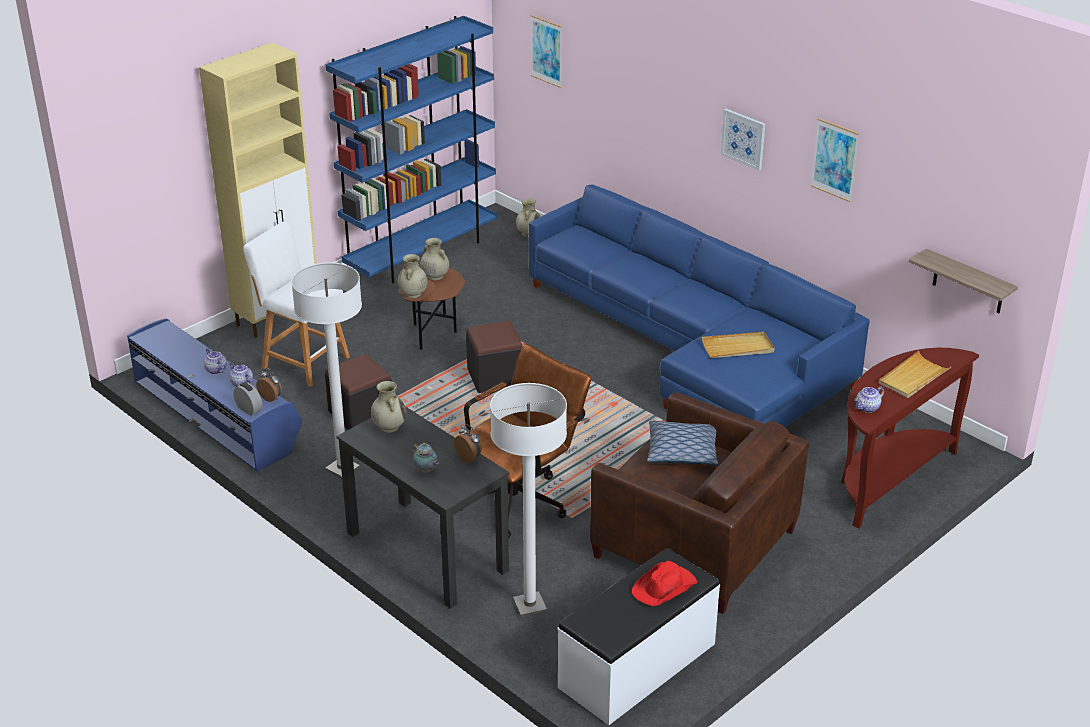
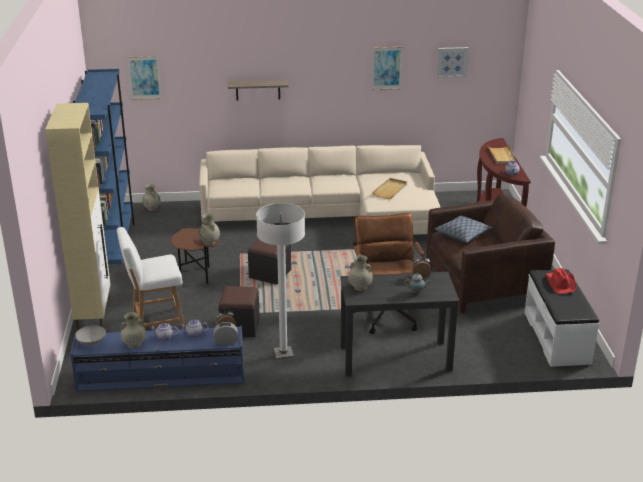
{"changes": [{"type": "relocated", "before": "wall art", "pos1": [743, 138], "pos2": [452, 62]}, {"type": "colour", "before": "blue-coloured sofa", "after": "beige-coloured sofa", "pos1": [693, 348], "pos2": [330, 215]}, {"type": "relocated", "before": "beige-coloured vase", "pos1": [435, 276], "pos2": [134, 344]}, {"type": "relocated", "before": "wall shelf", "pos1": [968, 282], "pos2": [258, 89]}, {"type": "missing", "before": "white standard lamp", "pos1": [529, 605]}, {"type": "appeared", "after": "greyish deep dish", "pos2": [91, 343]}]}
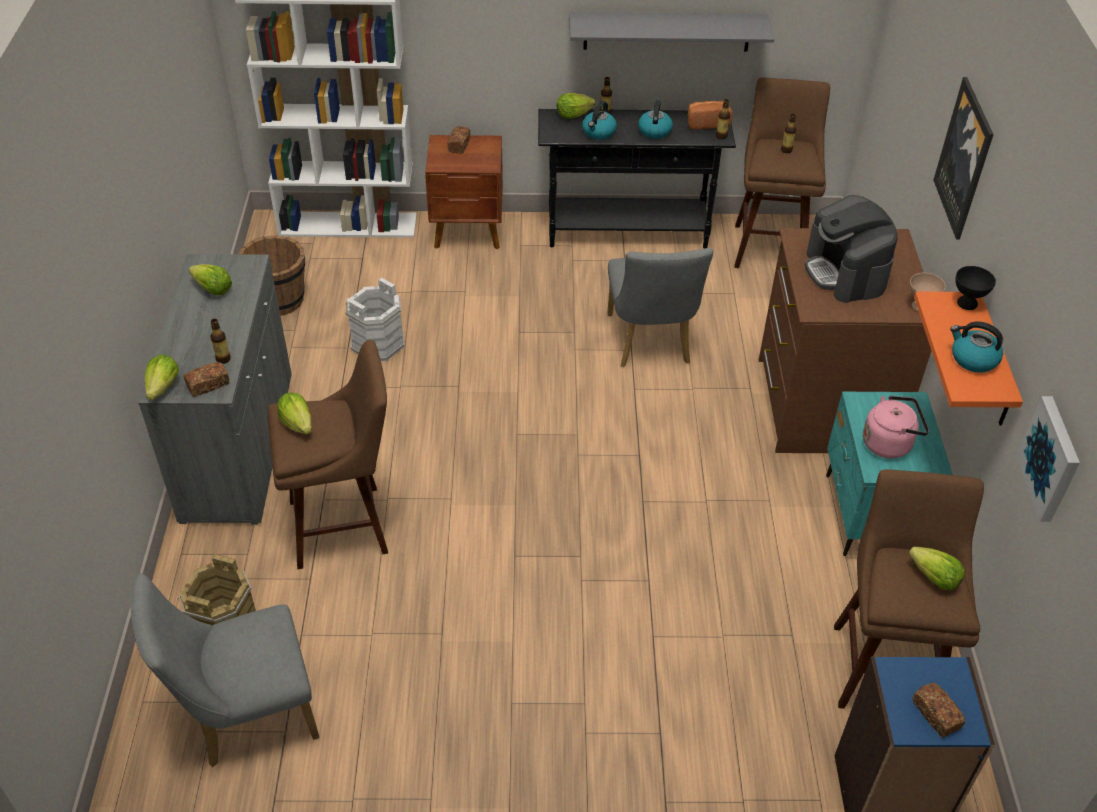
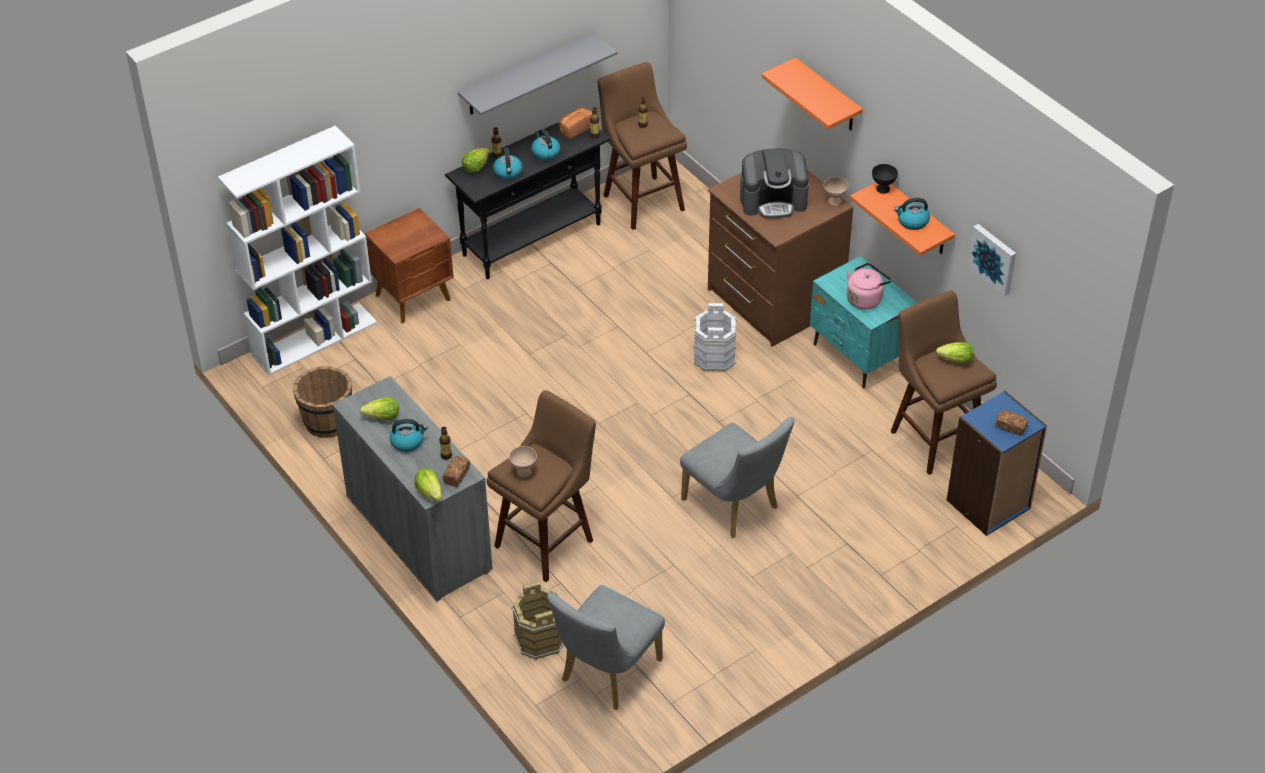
{"changes": [{"type": "exchanged", "before": "wall art", "after": "orangey wall shelf", "pos1": [965, 158], "pos2": [827, 96]}, {"type": "missing", "before": "bakery bread", "pos1": [459, 145]}, {"type": "spun", "before": "coffee brewer", "pos1": [845, 272], "pos2": [773, 200], "turn": -45}, {"type": "relocated", "before": "greyish plain chair", "pos1": [650, 344], "pos2": [735, 507]}, {"type": "relocated", "before": "white pail", "pos1": [377, 344], "pos2": [714, 357]}, {"type": "exchanged", "before": "lettuce", "after": "beige-coloured deep dish", "pos1": [297, 423], "pos2": [523, 472]}, {"type": "appeared", "after": "kettle", "pos2": [408, 442]}]}
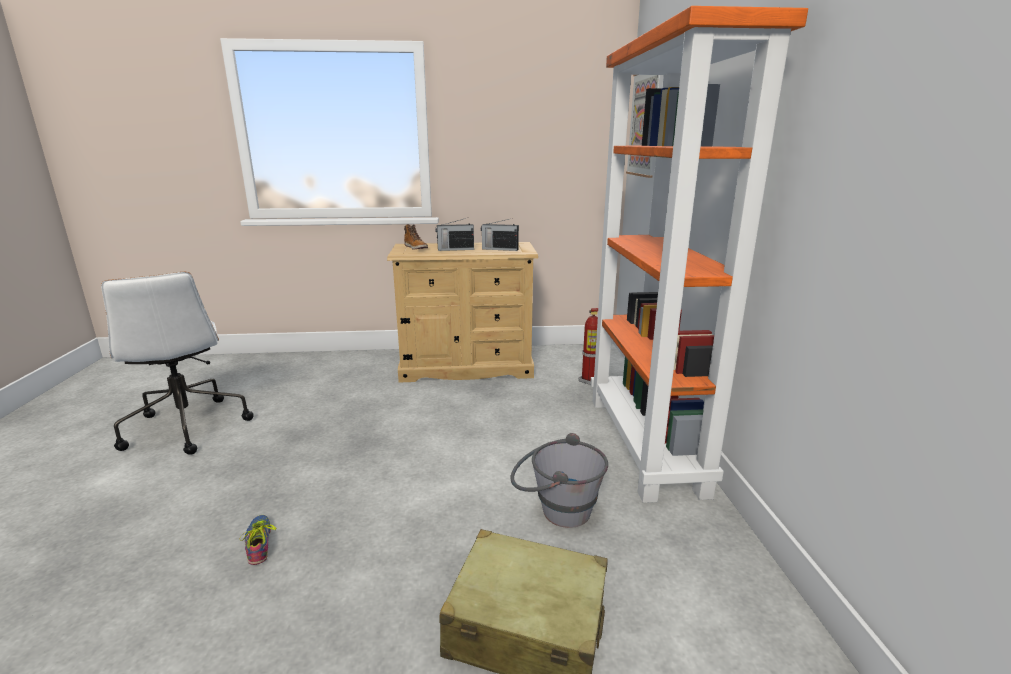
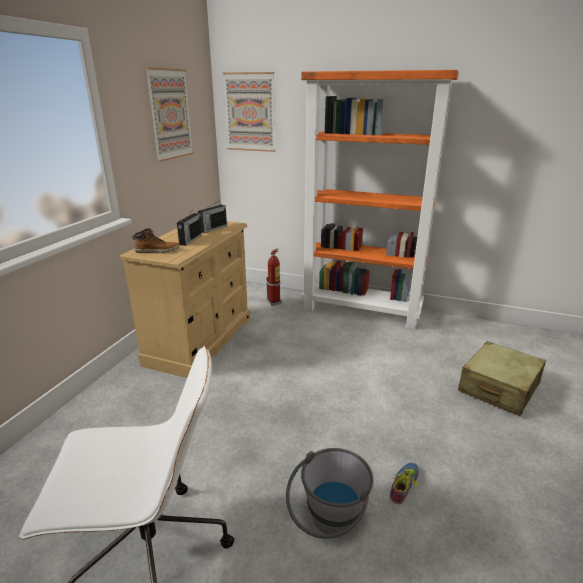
{"changes": [{"type": "relocated", "before": "greyish pail", "pos1": [555, 510], "pos2": [328, 523]}, {"type": "spun", "before": "low shoe", "pos1": [261, 542], "pos2": [405, 486], "turn": 120}, {"type": "appeared", "after": "wall art", "pos2": [170, 114]}]}
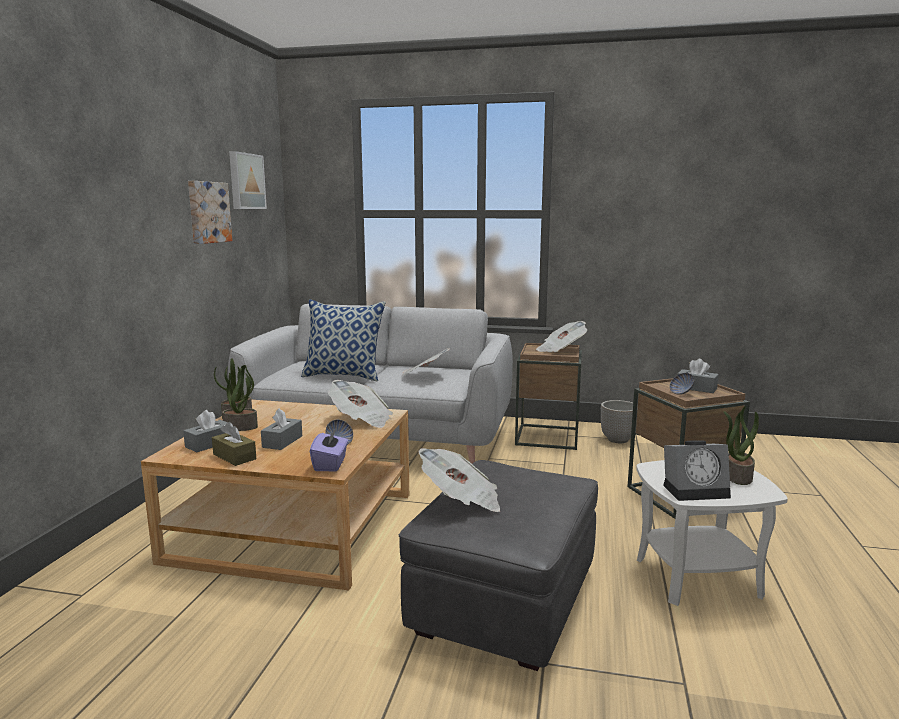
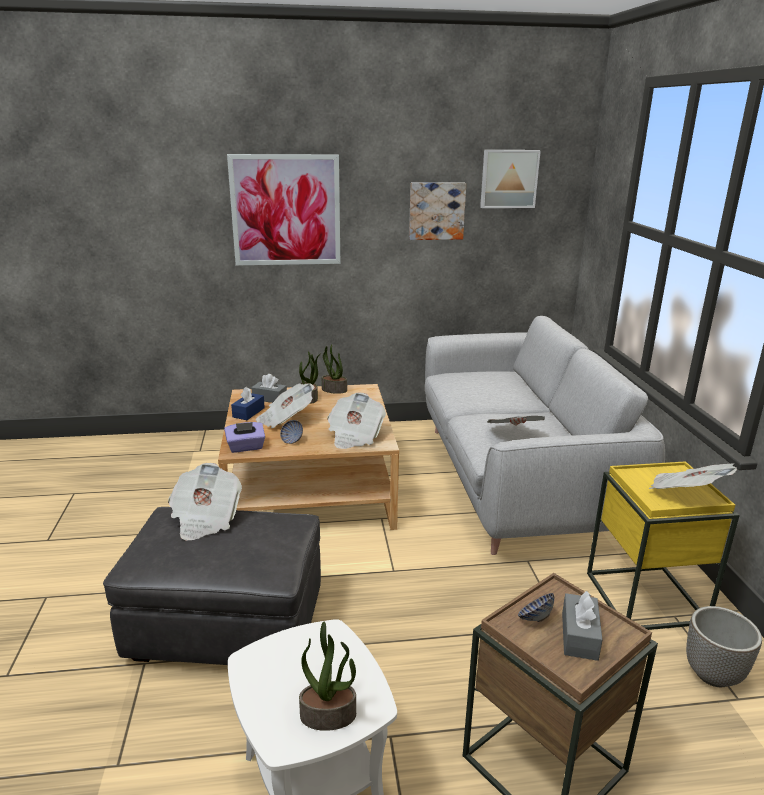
{"changes": [{"type": "missing", "before": "cushion", "pos1": [344, 376]}, {"type": "colour", "before": "brown accent table", "after": "yellowish accent table", "pos1": [547, 437], "pos2": [646, 597]}, {"type": "exchanged", "before": "greyish tissue holder", "after": "printed paper", "pos1": [282, 441], "pos2": [285, 419]}, {"type": "colour", "before": "brown tissue holder", "after": "blue-coloured tissue holder", "pos1": [234, 457], "pos2": [248, 412]}, {"type": "missing", "before": "alarm clock", "pos1": [696, 490]}, {"type": "appeared", "after": "wall art", "pos2": [286, 210]}]}
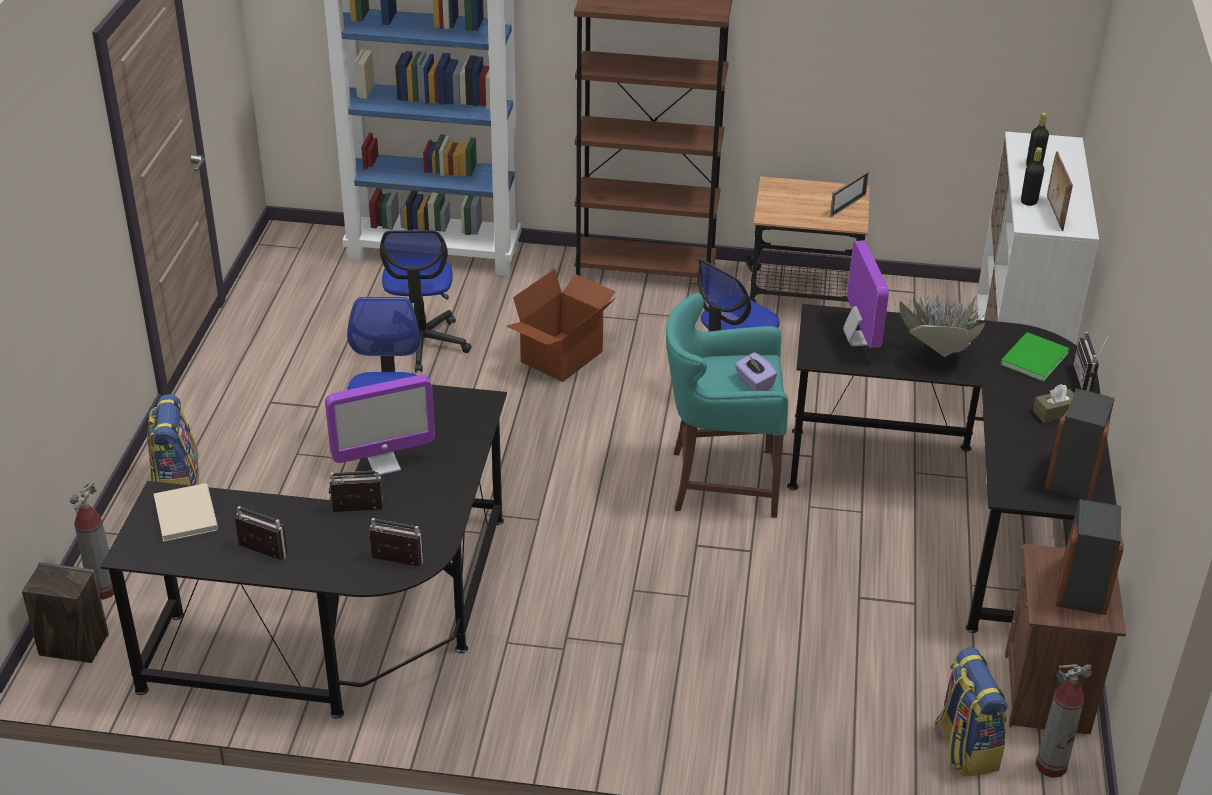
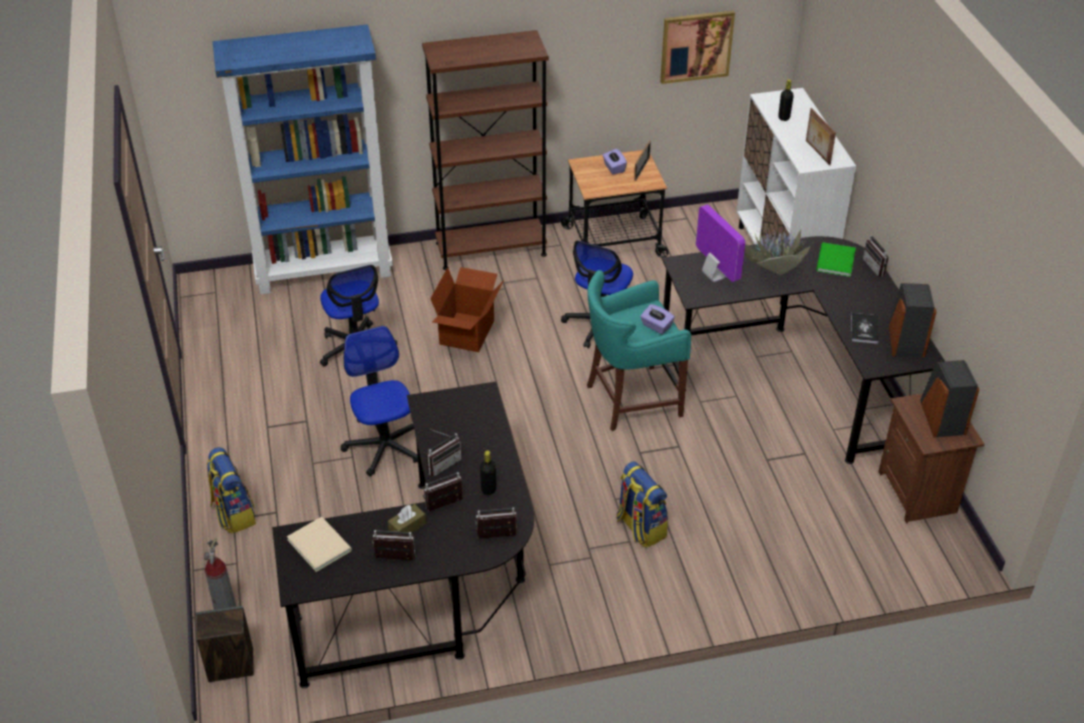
{"changes": [{"type": "relocated", "before": "black-coloured beverage bottle", "pos1": [1029, 201], "pos2": [488, 489]}, {"type": "exchanged", "before": "computer screen", "after": "radio", "pos1": [384, 464], "pos2": [442, 463]}, {"type": "relocated", "before": "brown tissue holder", "pos1": [1055, 412], "pos2": [407, 527]}, {"type": "relocated", "before": "backpack", "pos1": [965, 747], "pos2": [640, 527]}, {"type": "missing", "before": "extinguisher", "pos1": [1051, 765]}, {"type": "appeared", "after": "wall art", "pos2": [696, 46]}, {"type": "appeared", "after": "purple-coloured tissue holder", "pos2": [614, 168]}, {"type": "appeared", "after": "volume", "pos2": [864, 329]}]}
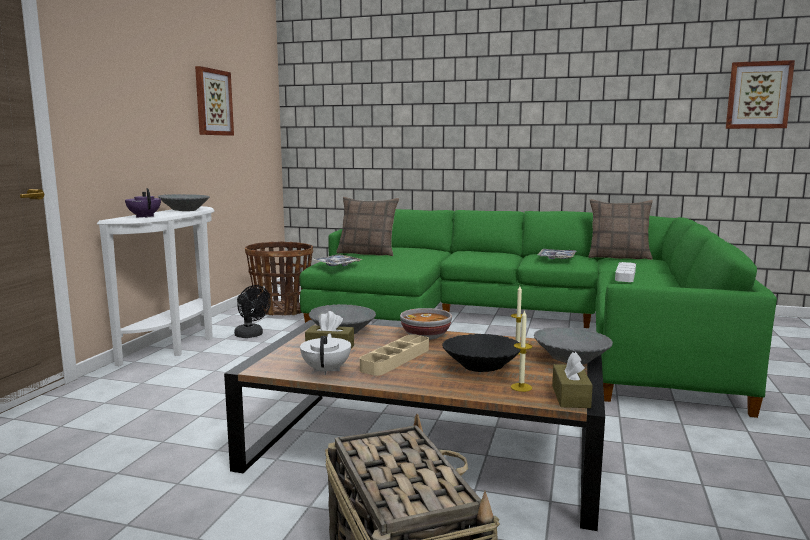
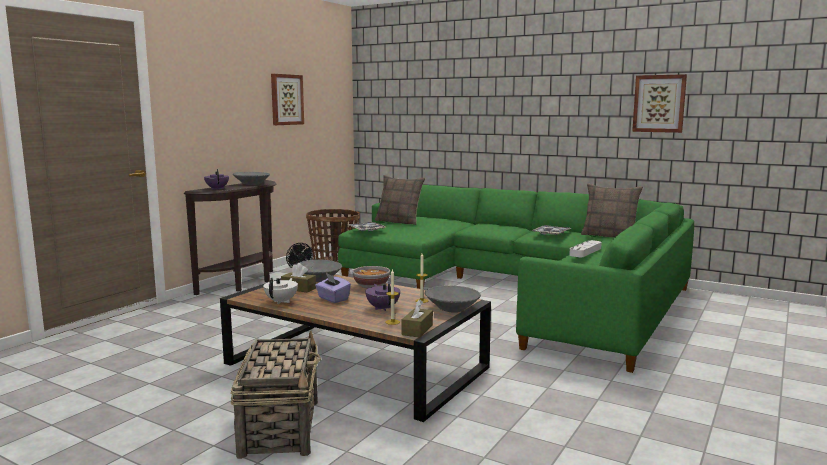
{"changes": [{"type": "relocated", "before": "wall art", "pos1": [758, 95], "pos2": [659, 103]}, {"type": "colour", "before": "white console table", "after": "brown console table", "pos1": [179, 344], "pos2": [244, 283]}, {"type": "exchanged", "before": "beige-coloured serving tray", "after": "purple-coloured tissue holder", "pos1": [395, 359], "pos2": [332, 299]}, {"type": "exchanged", "before": "black-coloured deep dish", "after": "purple-coloured pot for tea", "pos1": [481, 367], "pos2": [383, 308]}]}
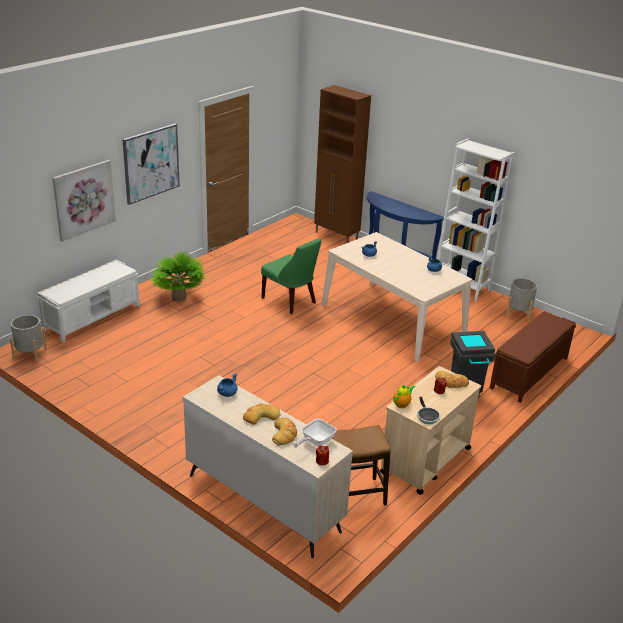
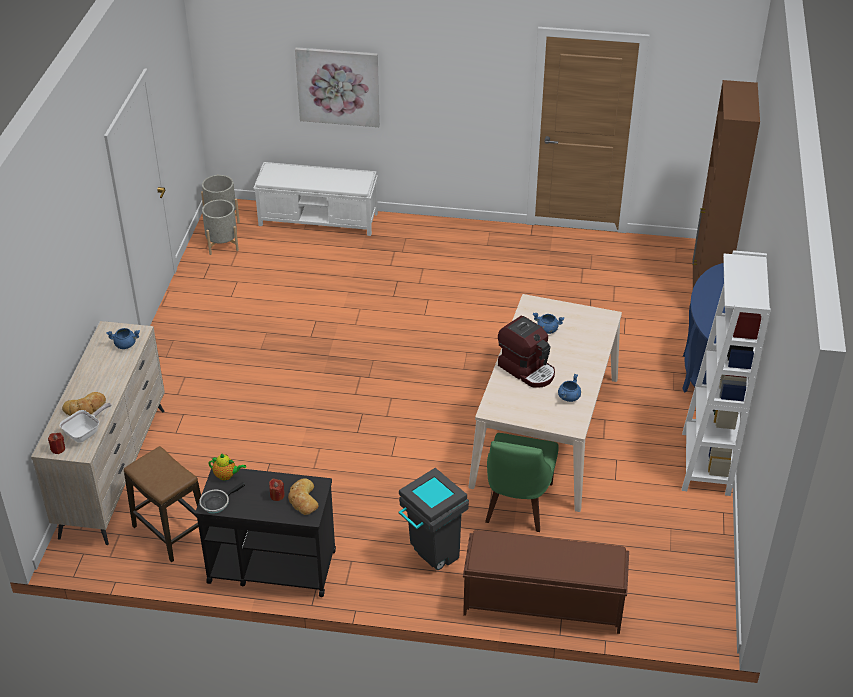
{"changes": [{"type": "missing", "before": "wall art", "pos1": [151, 163]}, {"type": "relocated", "before": "green-coloured plain chair", "pos1": [290, 301], "pos2": [517, 505]}, {"type": "missing", "before": "plant in a pot", "pos1": [178, 298]}, {"type": "relocated", "before": "greyish plant pot", "pos1": [518, 313], "pos2": [222, 244]}, {"type": "colour", "before": "beige-coloured cart", "after": "black-coloured cart", "pos1": [425, 461], "pos2": [271, 566]}, {"type": "missing", "before": "bakery bread", "pos1": [260, 416]}, {"type": "spun", "before": "pan", "pos1": [315, 442], "pos2": [85, 433], "turn": 120}, {"type": "appeared", "after": "coffee brewer", "pos2": [527, 369]}]}
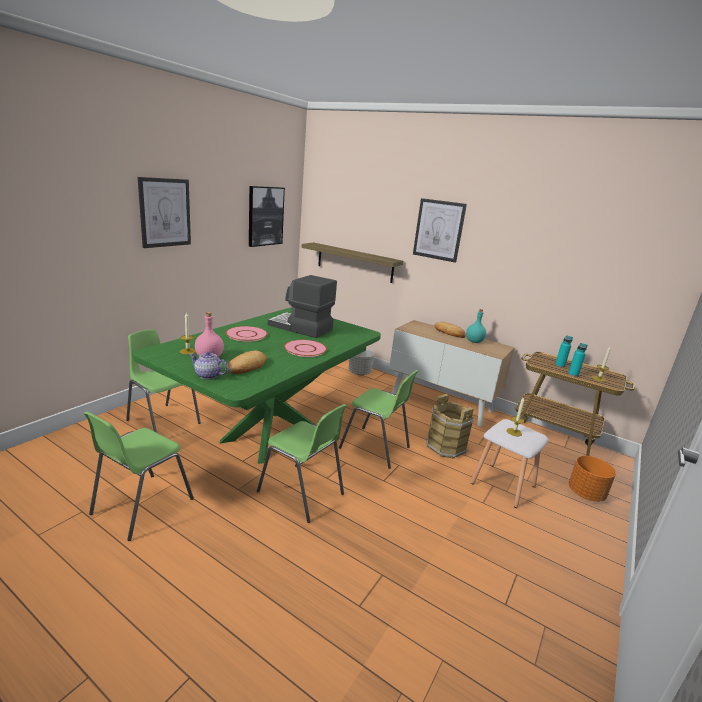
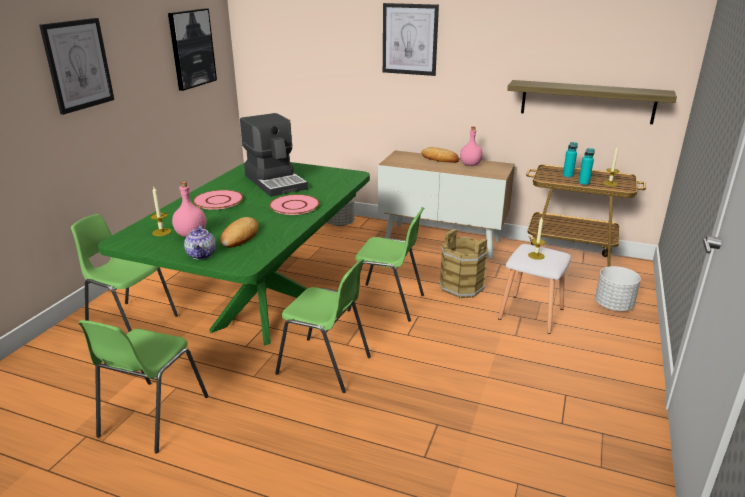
{"changes": [{"type": "relocated", "before": "wall shelf", "pos1": [354, 262], "pos2": [587, 101]}, {"type": "spun", "before": "coffee brewer", "pos1": [300, 328], "pos2": [276, 182], "turn": -135}, {"type": "colour", "before": "turquoise beverage bottle", "after": "pink-coloured beverage bottle", "pos1": [474, 341], "pos2": [470, 164]}, {"type": "spun", "before": "pot for tea", "pos1": [208, 375], "pos2": [202, 255], "turn": -105}, {"type": "colour", "before": "orangey plant pot", "after": "white plant pot", "pos1": [586, 494], "pos2": [613, 306]}]}
